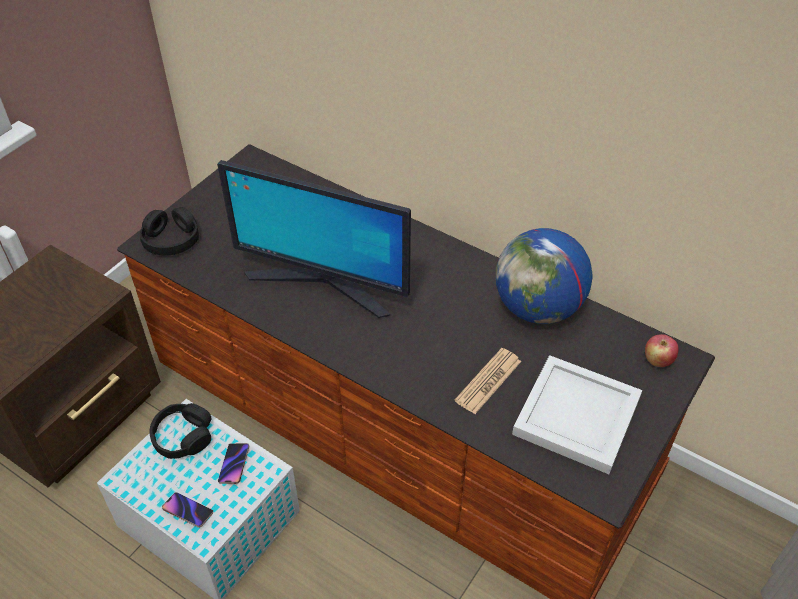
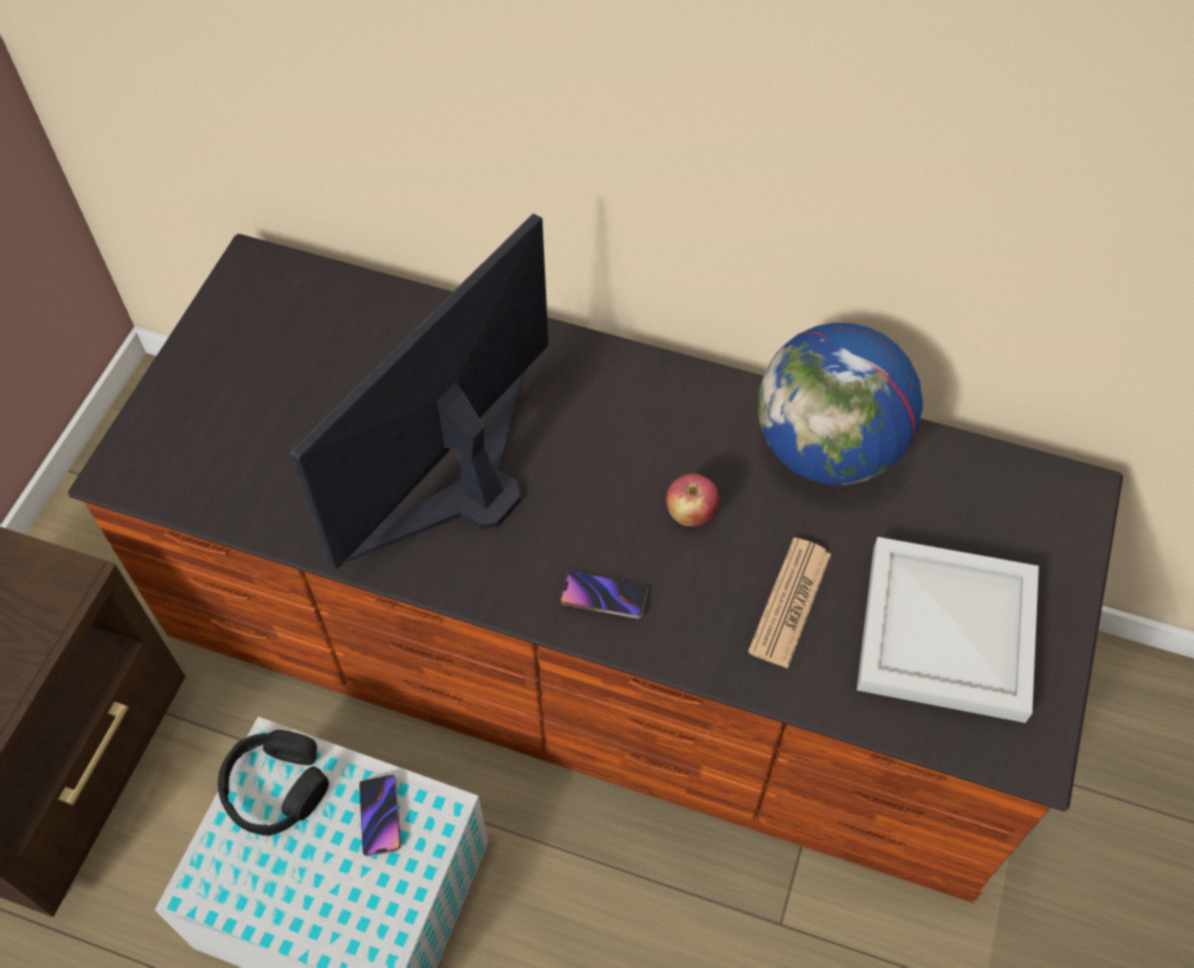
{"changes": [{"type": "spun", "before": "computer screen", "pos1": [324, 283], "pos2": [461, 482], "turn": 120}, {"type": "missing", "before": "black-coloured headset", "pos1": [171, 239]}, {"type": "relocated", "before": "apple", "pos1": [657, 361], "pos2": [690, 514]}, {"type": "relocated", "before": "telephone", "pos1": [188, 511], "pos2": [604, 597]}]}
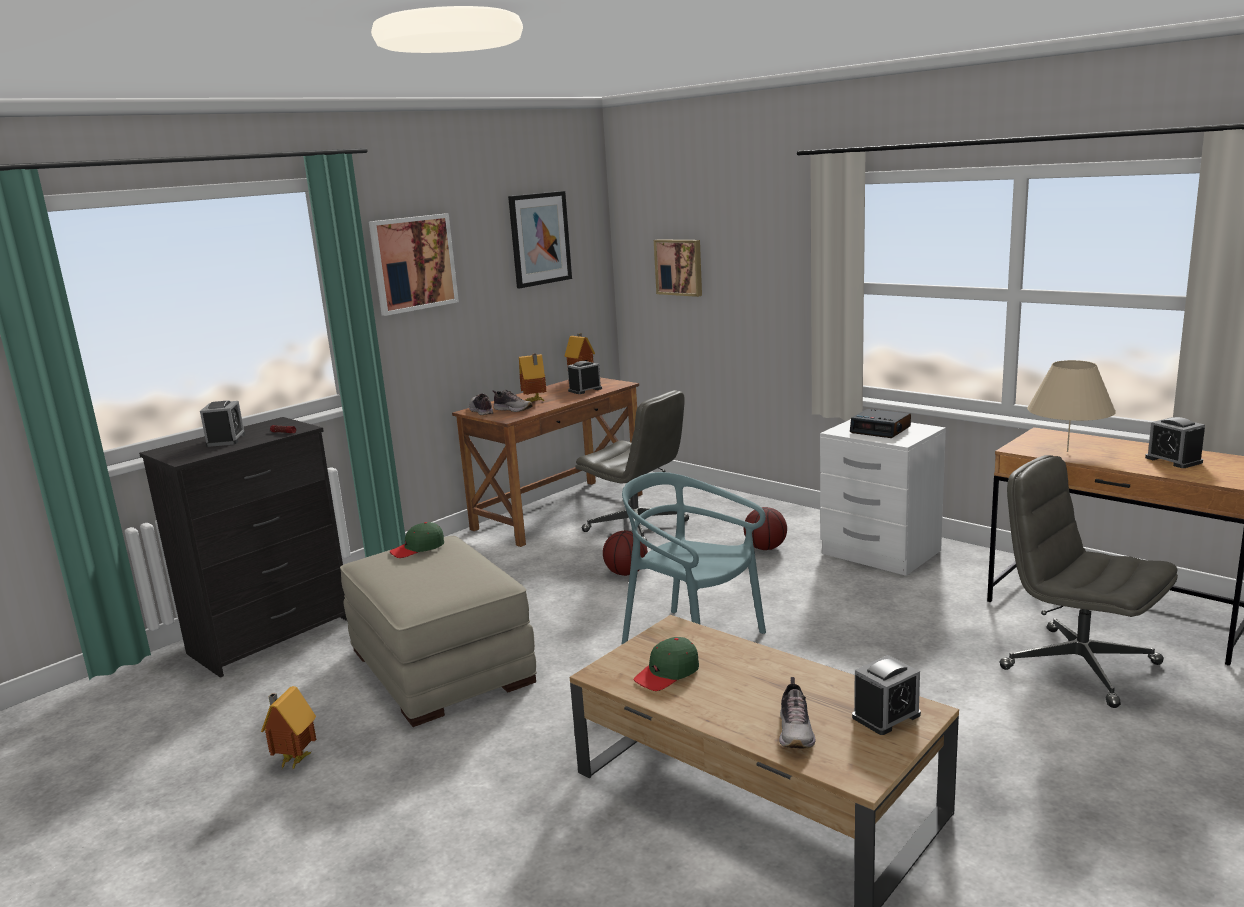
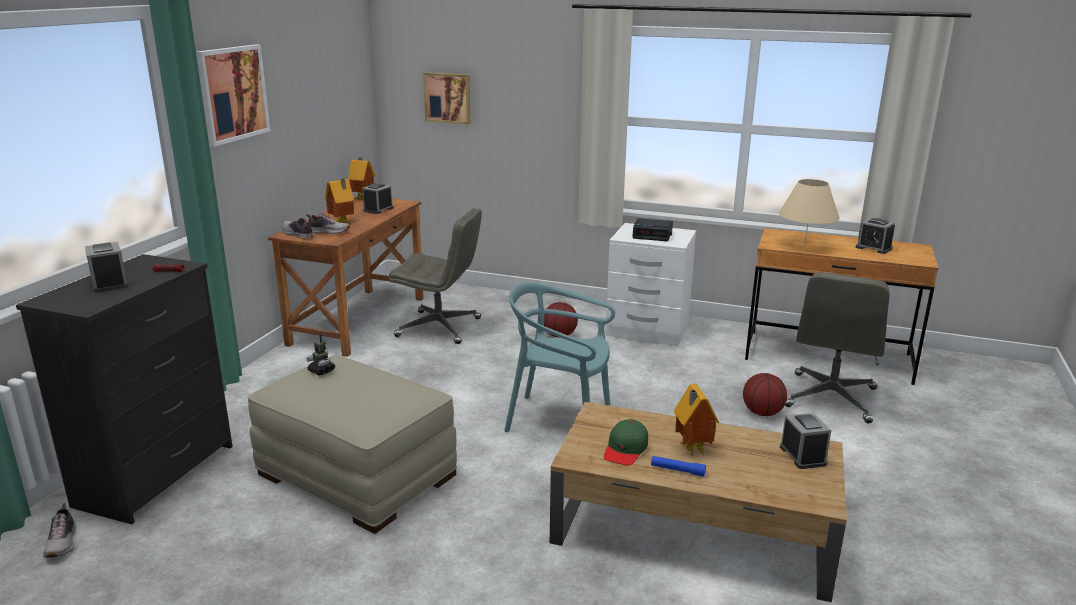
{"changes": [{"type": "missing", "before": "wall art", "pos1": [539, 239]}, {"type": "spun", "before": "greyish desk chair", "pos1": [1078, 666], "pos2": [831, 398], "turn": -90}, {"type": "exchanged", "before": "green-coloured peaked cap", "after": "toy robot", "pos1": [418, 548], "pos2": [321, 371]}, {"type": "relocated", "before": "basketball", "pos1": [627, 573], "pos2": [762, 413]}, {"type": "spun", "before": "alarm clock", "pos1": [886, 716], "pos2": [802, 455], "turn": -45}, {"type": "relocated", "before": "low shoe", "pos1": [796, 731], "pos2": [63, 543]}, {"type": "relocated", "before": "toy house", "pos1": [293, 761], "pos2": [691, 449]}, {"type": "appeared", "after": "blue-coloured hand torch", "pos2": [677, 470]}]}
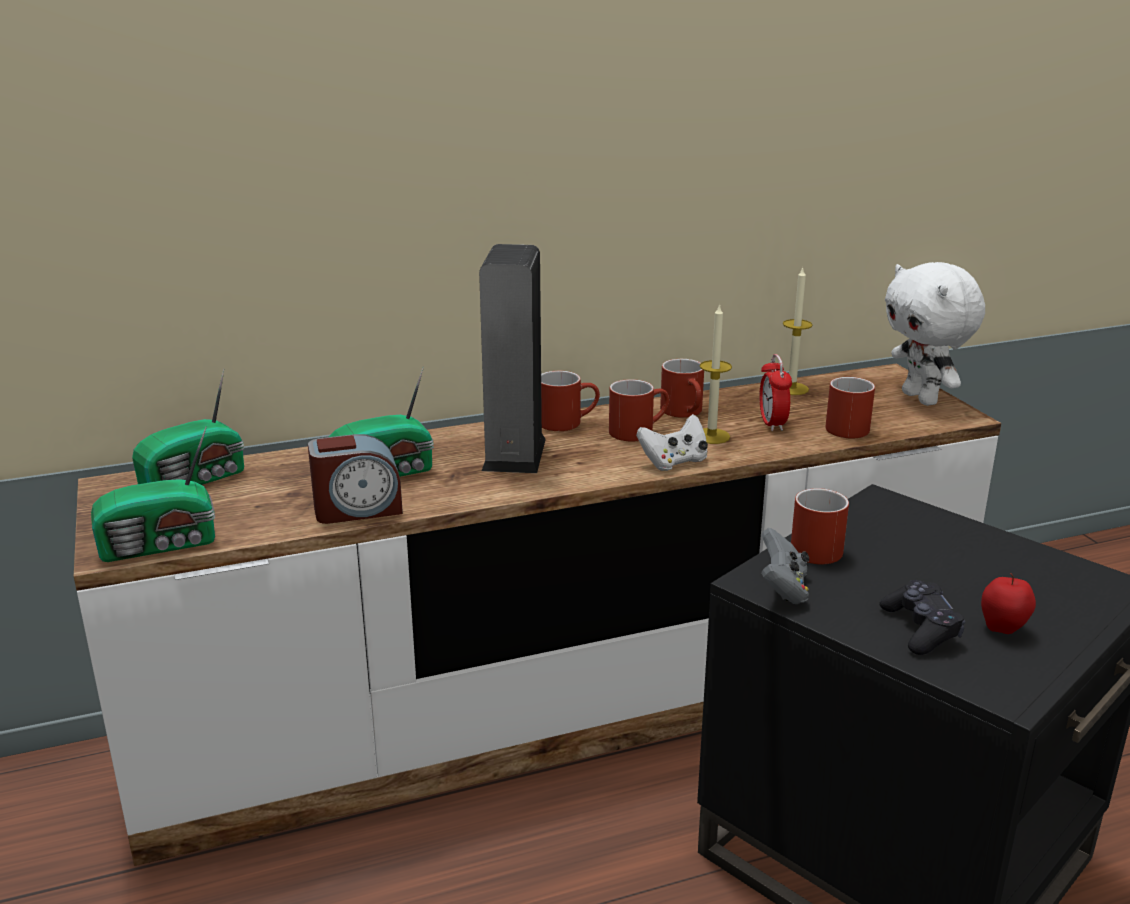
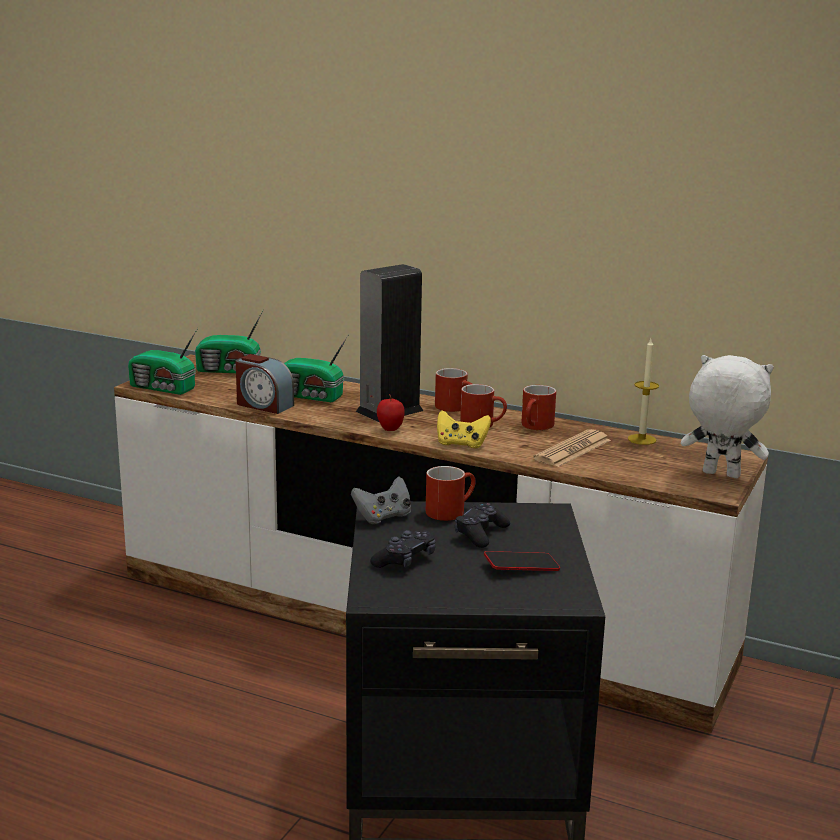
{"changes": [{"type": "spun", "before": "white soft toy", "pos1": [922, 398], "pos2": [720, 475], "turn": 90}, {"type": "missing", "before": "wax light", "pos1": [711, 436]}, {"type": "exchanged", "before": "alarm clock", "after": "printed paper", "pos1": [772, 424], "pos2": [572, 450]}, {"type": "missing", "before": "red mug", "pos1": [850, 426]}, {"type": "colour", "before": "white gamepad", "after": "yellowish gamepad", "pos1": [674, 462], "pos2": [461, 444]}, {"type": "relocated", "before": "apple", "pos1": [1003, 629], "pos2": [390, 429]}, {"type": "appeared", "after": "black-coloured gamepad", "pos2": [481, 533]}, {"type": "appeared", "after": "telephone", "pos2": [521, 566]}]}
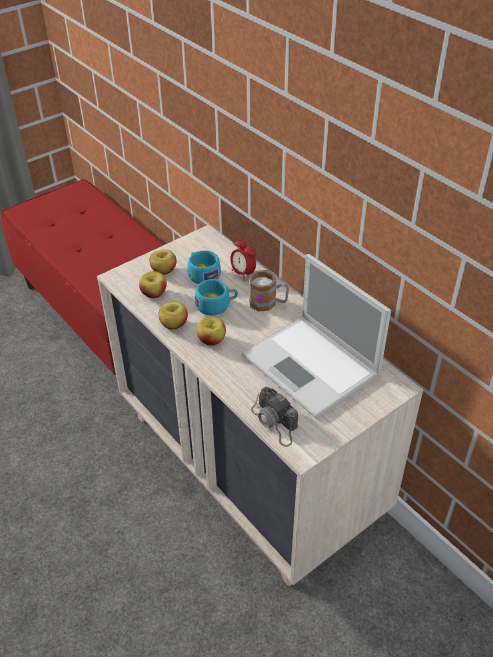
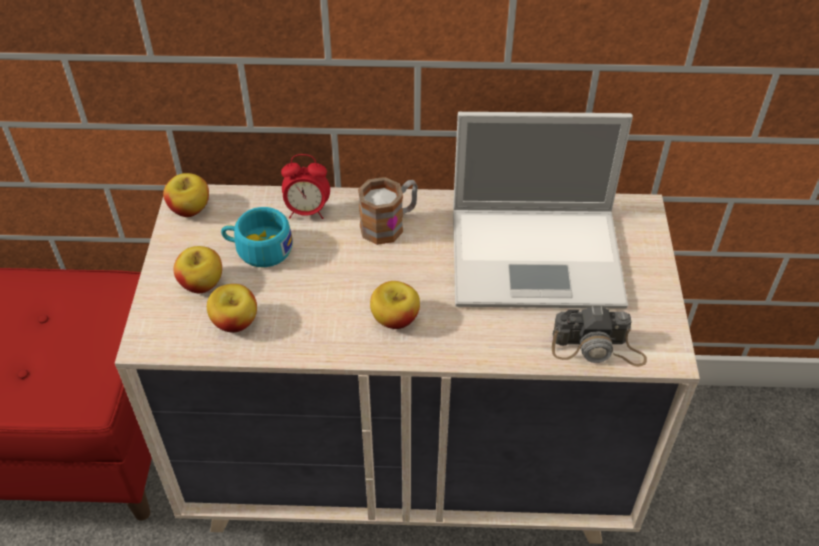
{"changes": [{"type": "missing", "before": "turquoise small cup", "pos1": [216, 305]}, {"type": "relocated", "before": "apple", "pos1": [174, 324], "pos2": [190, 209]}]}
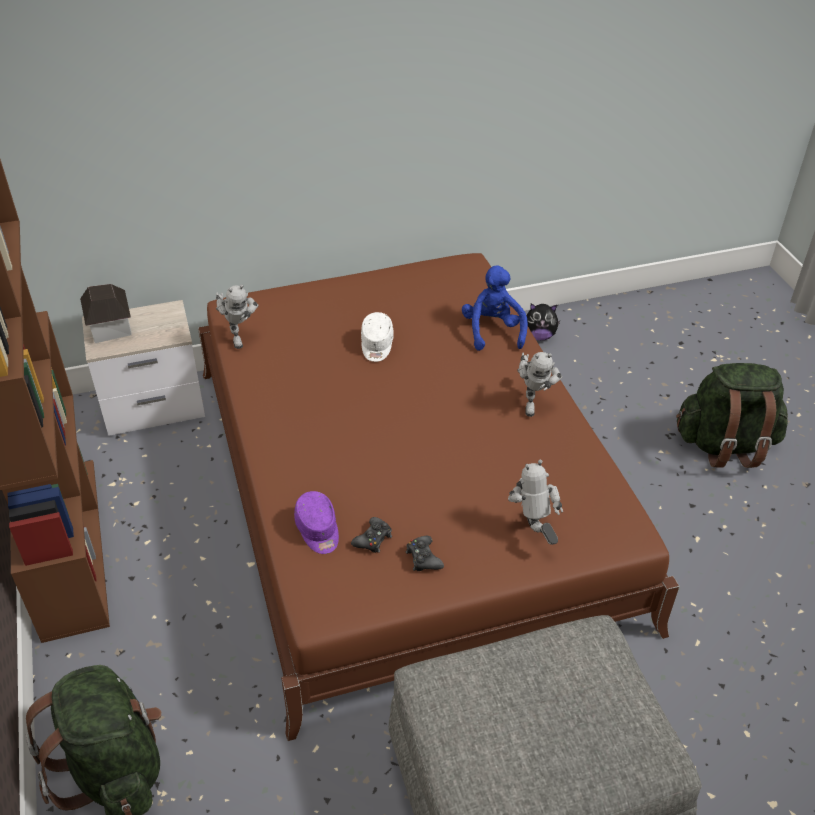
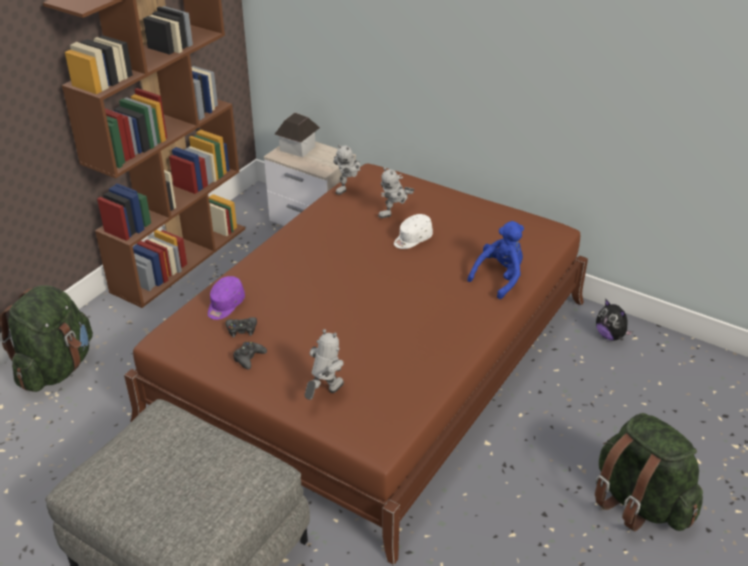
{"changes": [{"type": "relocated", "before": "toy robot", "pos1": [533, 402], "pos2": [395, 214]}]}
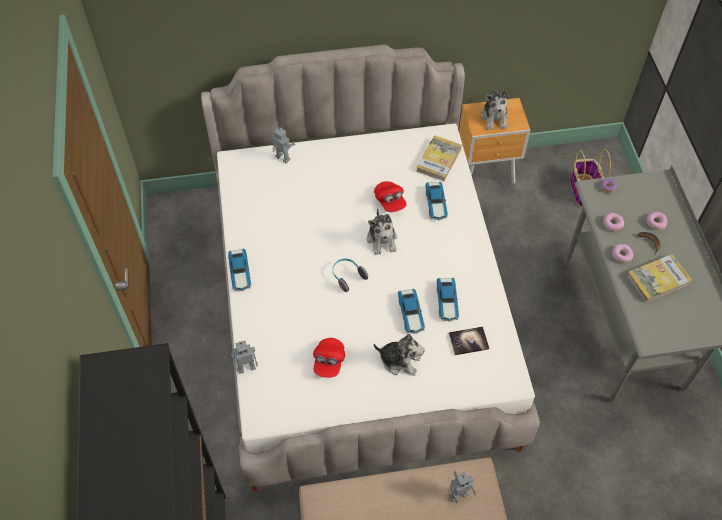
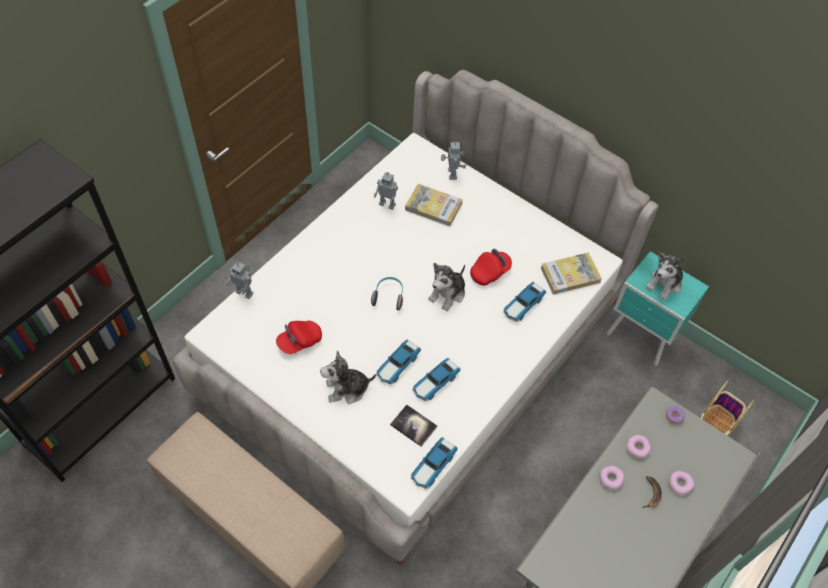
{"changes": [{"type": "colour", "before": "brown nightstand", "after": "turquoise nightstand", "pos1": [487, 173], "pos2": [642, 338]}, {"type": "spun", "before": "red peaked cap", "pos1": [390, 201], "pos2": [490, 272], "turn": -150}, {"type": "relocated", "before": "toy car", "pos1": [240, 273], "pos2": [433, 466]}, {"type": "relocated", "before": "volume", "pos1": [658, 279], "pos2": [433, 207]}, {"type": "spun", "before": "soft toy", "pos1": [400, 360], "pos2": [347, 389], "turn": 105}, {"type": "relocated", "before": "toy robot", "pos1": [457, 494], "pos2": [387, 204]}]}
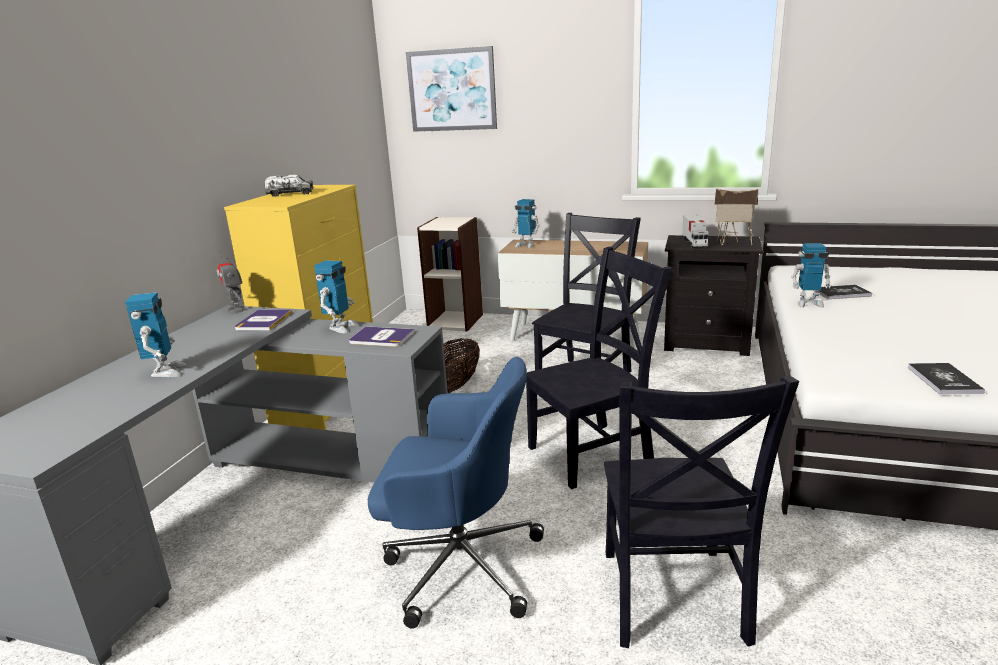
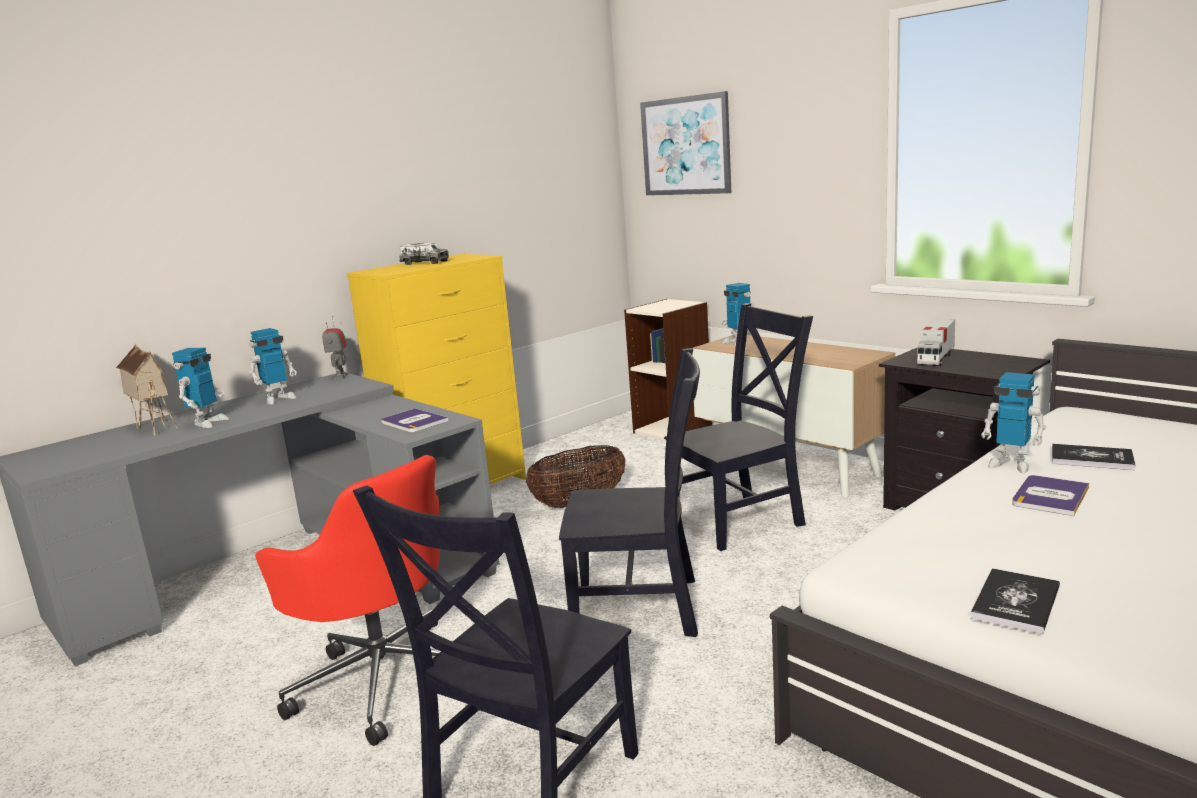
{"changes": [{"type": "relocated", "before": "toy house", "pos1": [732, 243], "pos2": [154, 428]}, {"type": "relocated", "before": "toy robot", "pos1": [340, 328], "pos2": [278, 399]}, {"type": "relocated", "before": "volume", "pos1": [264, 321], "pos2": [1050, 496]}, {"type": "colour", "before": "blue-coloured desk chair", "after": "red desk chair", "pos1": [459, 565], "pos2": [383, 678]}]}
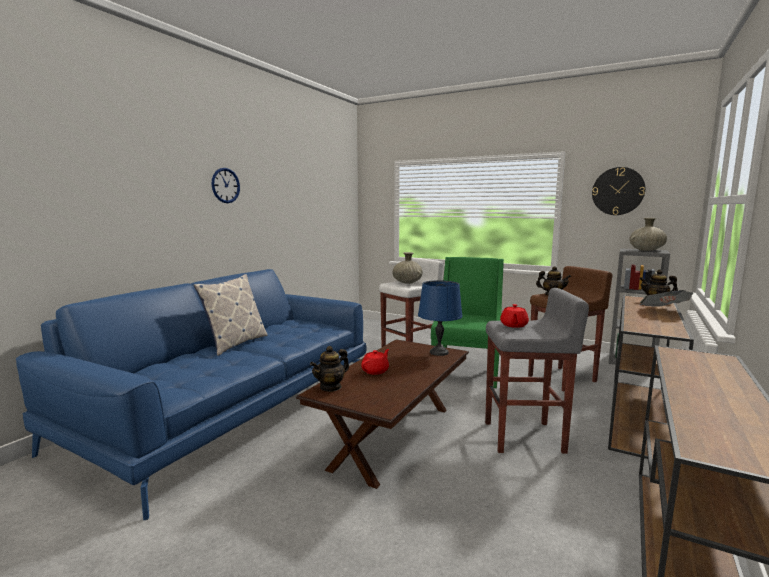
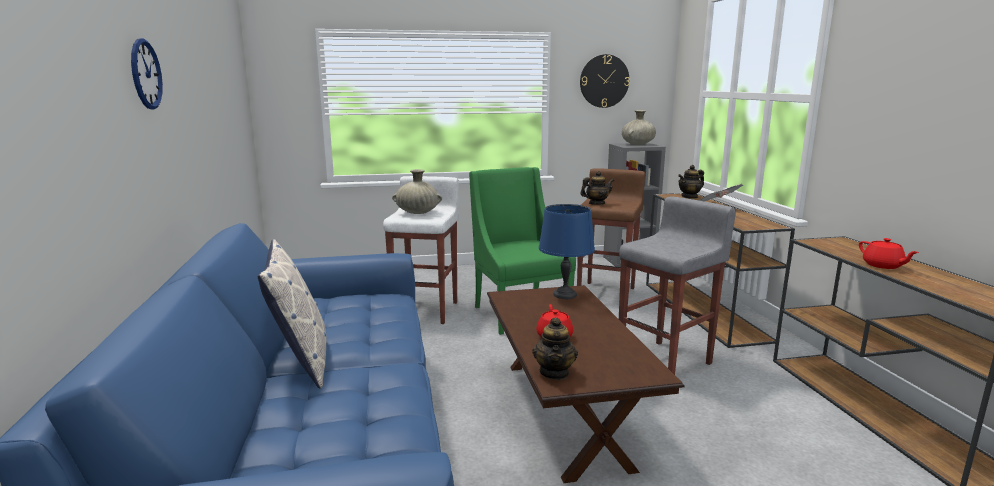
{"changes": [{"type": "relocated", "before": "red pot for tea", "pos1": [513, 325], "pos2": [883, 266]}]}
